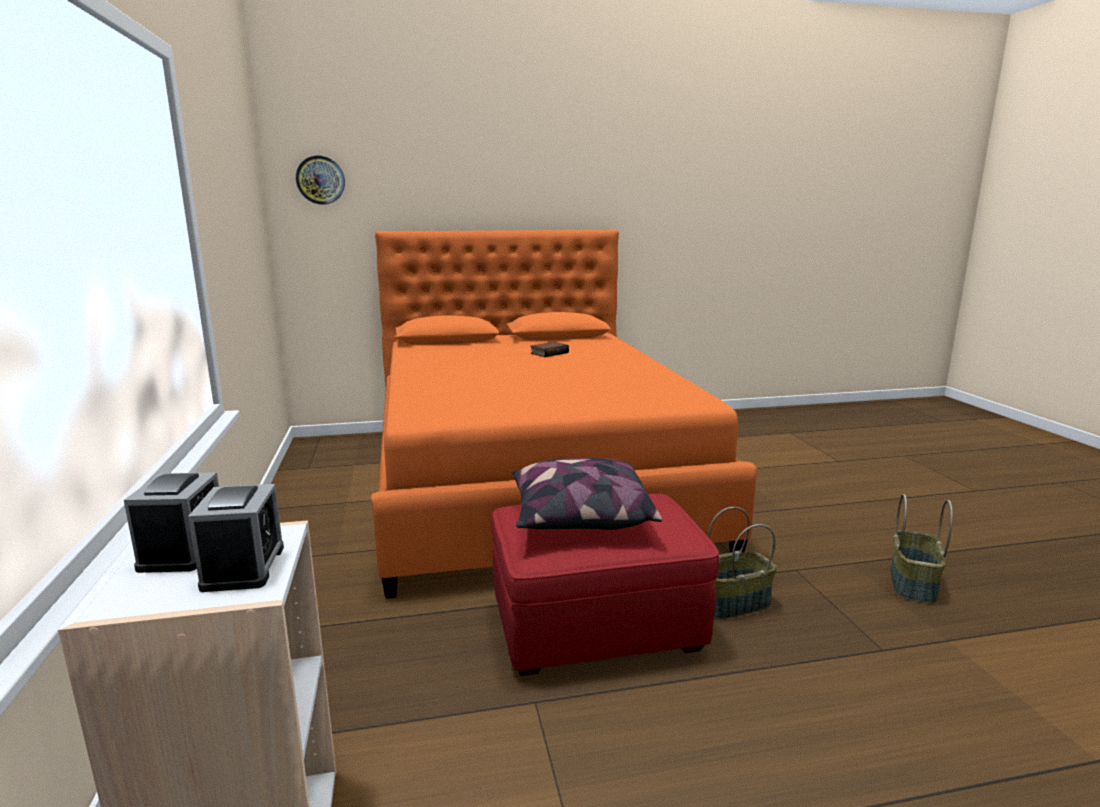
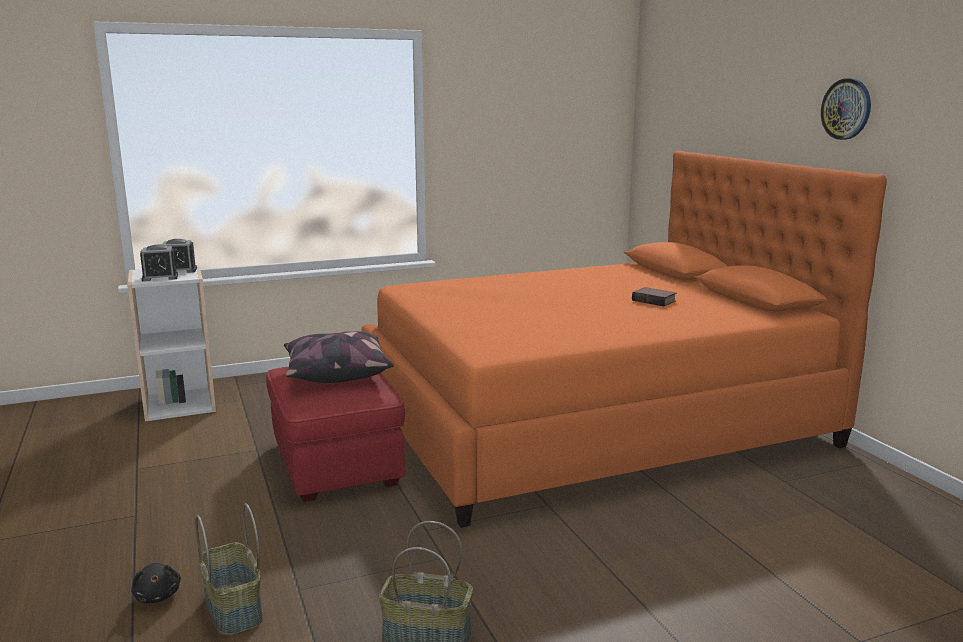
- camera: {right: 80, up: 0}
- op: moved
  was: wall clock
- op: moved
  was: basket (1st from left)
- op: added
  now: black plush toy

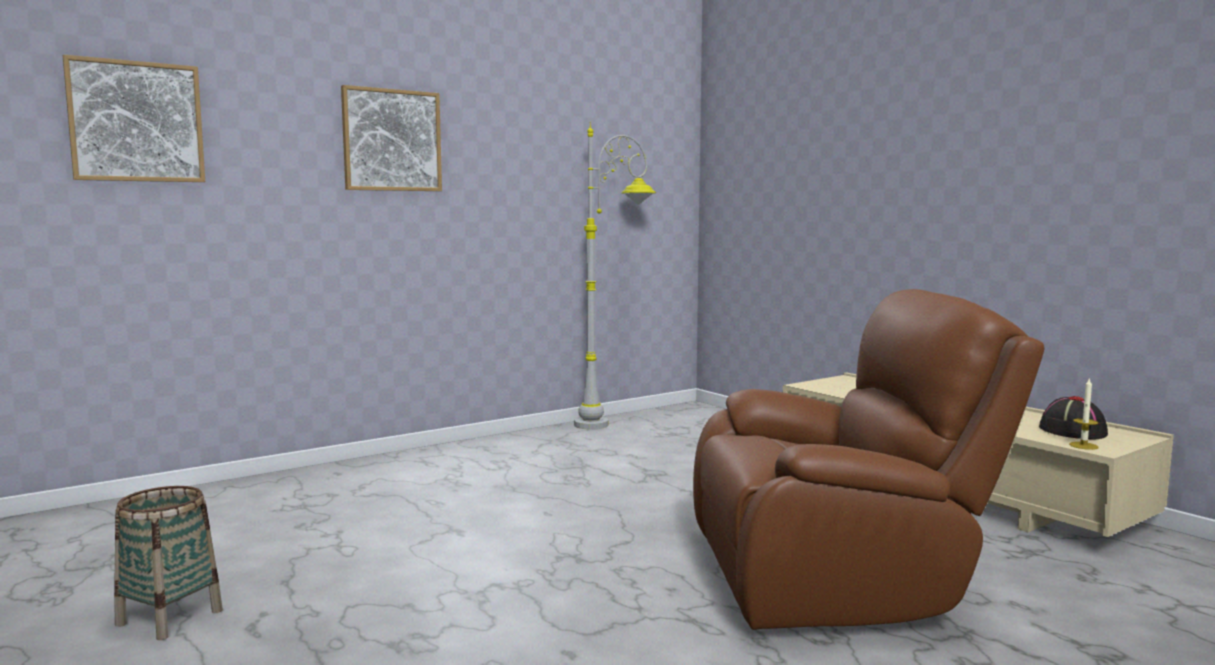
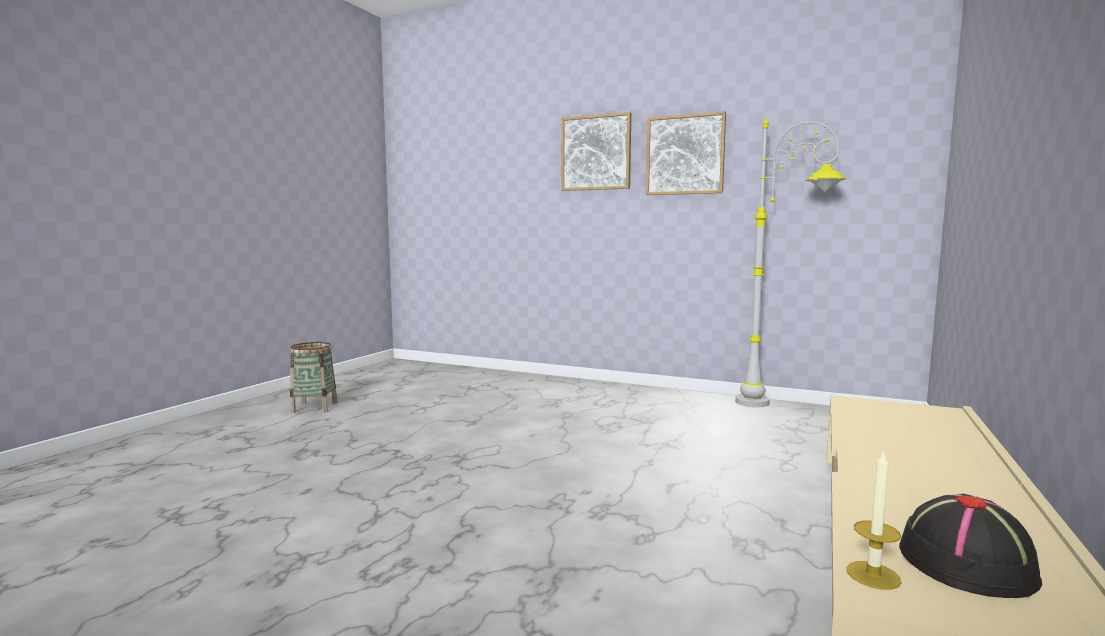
- camera: {right: 60, up: 0}
- op: moved
  was: picture (1st from left in the first image)
  now: picture (2nd from left)
- op: removed
  was: brown armchair

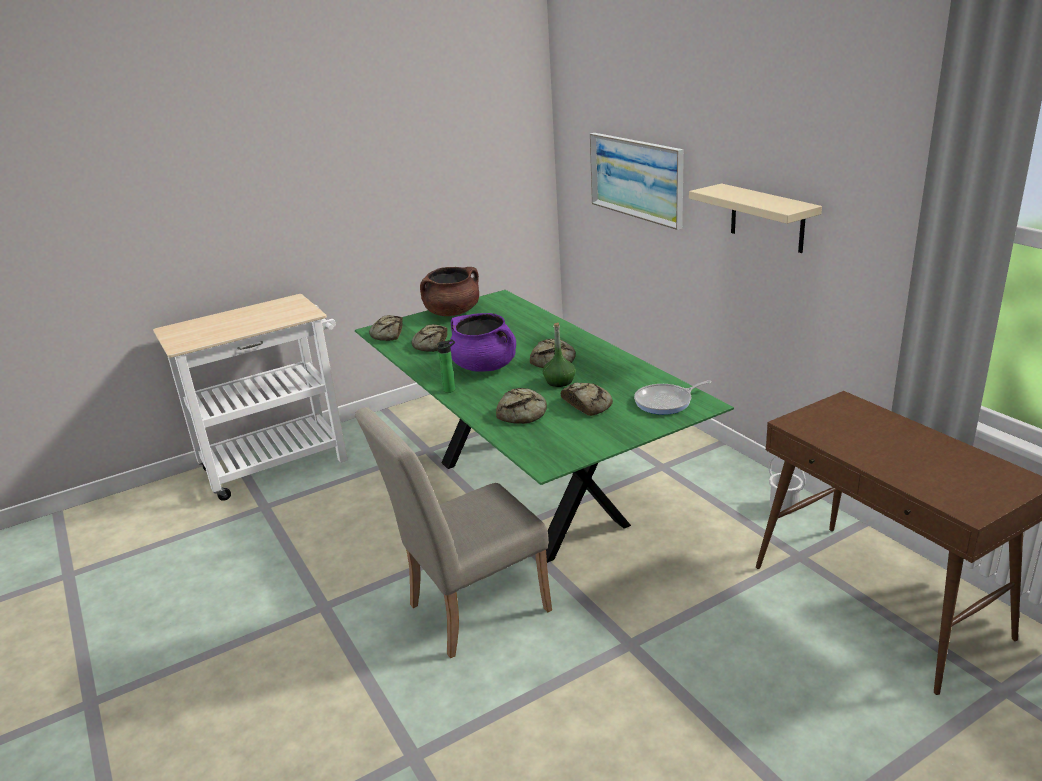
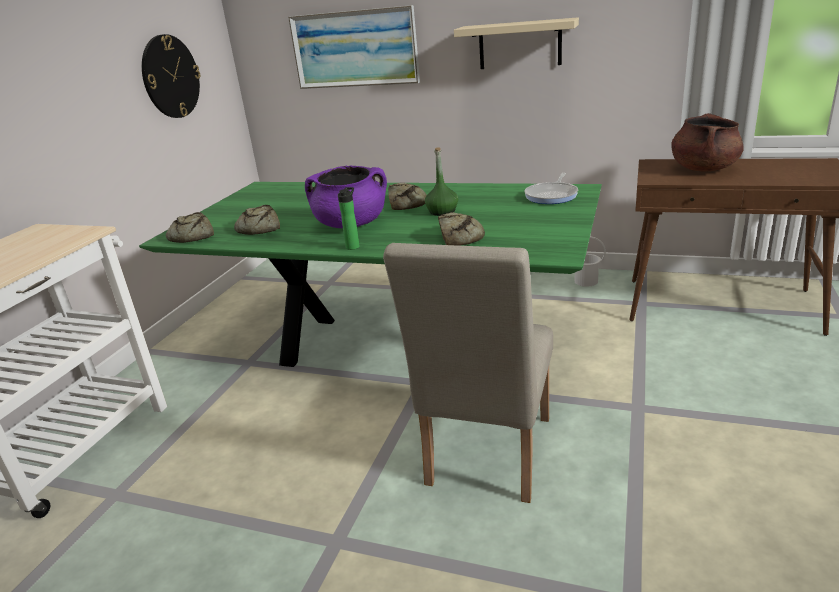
- camera: {right: -40, up: 0}
- op: moved
  was: brown cooking pot
- op: removed
  was: bread (5th from left)
- op: added
  now: wall clock

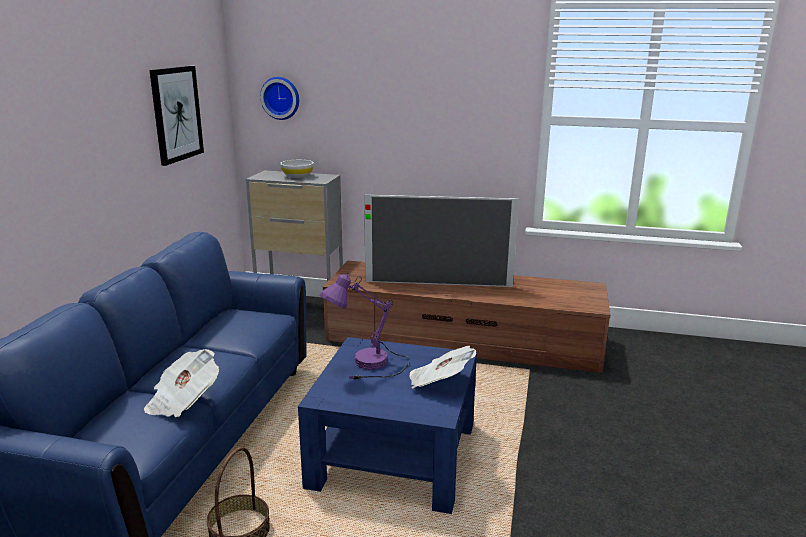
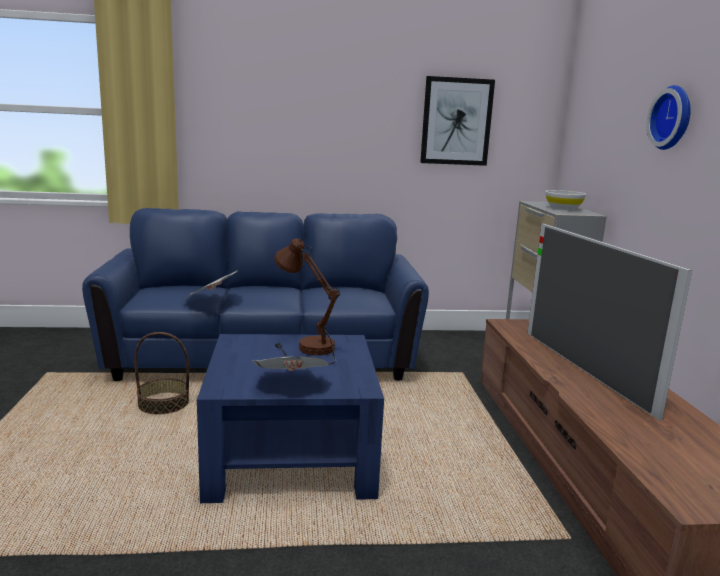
- camera: {right: 70, up: -5}
- op: moved
  was: wall clock
- op: recoloured
  was: purple table lamp
  now: brown table lamp

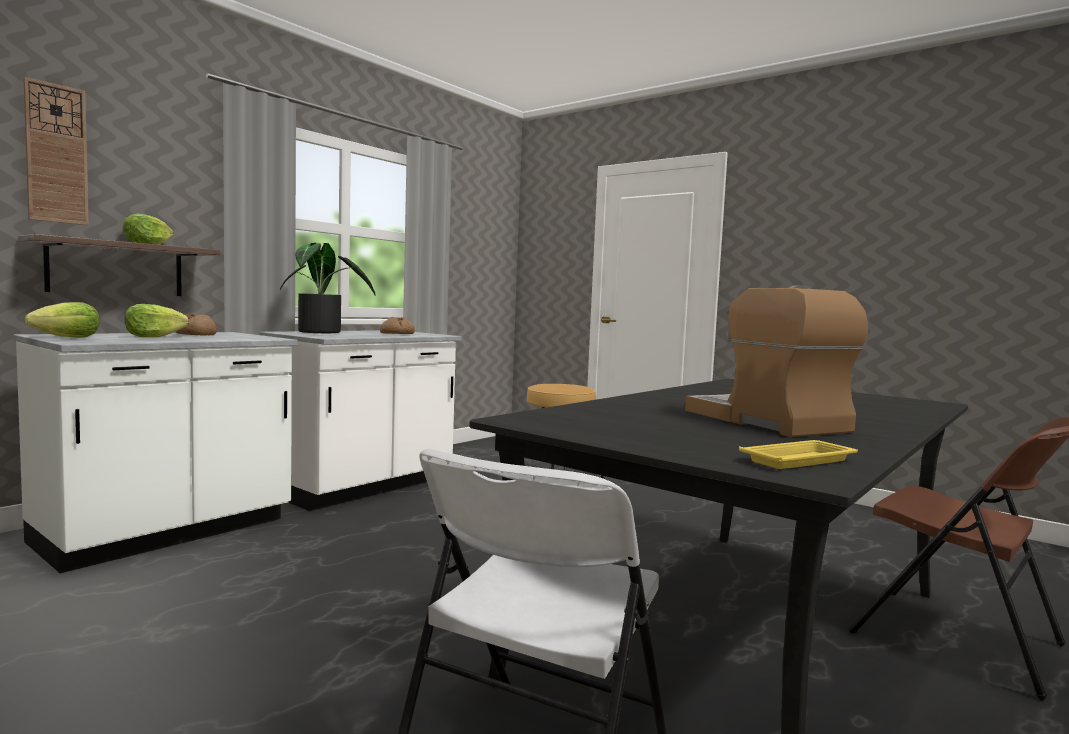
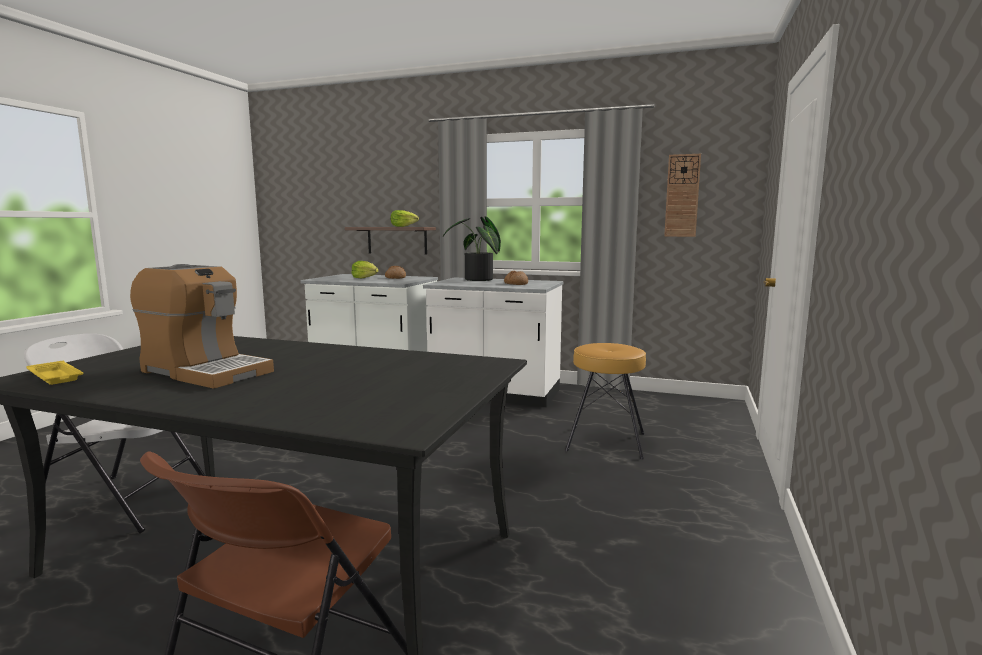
- camera: {right: 70, up: 5}
- op: moved
  was: wall clock
- op: removed
  was: lettuce (1st from left)
- op: turned
  was: coffee machine
  clockwise: 75

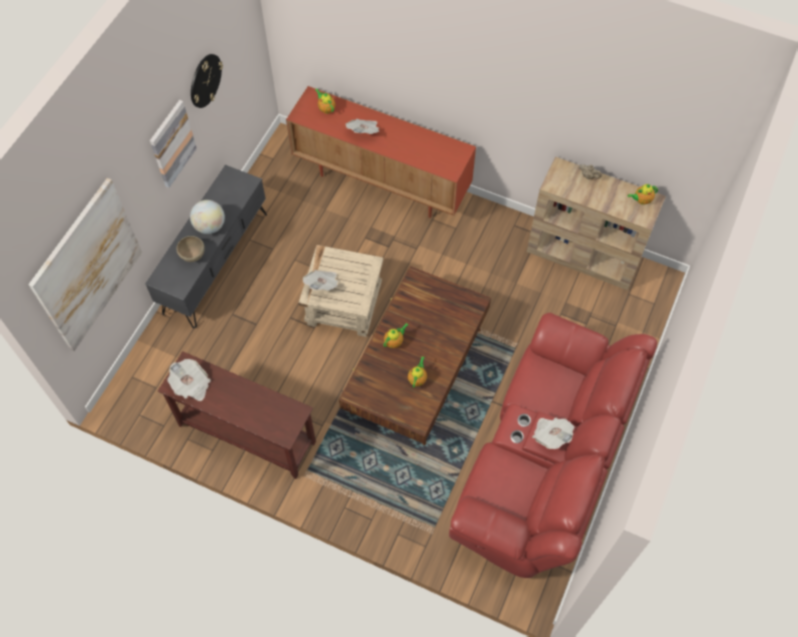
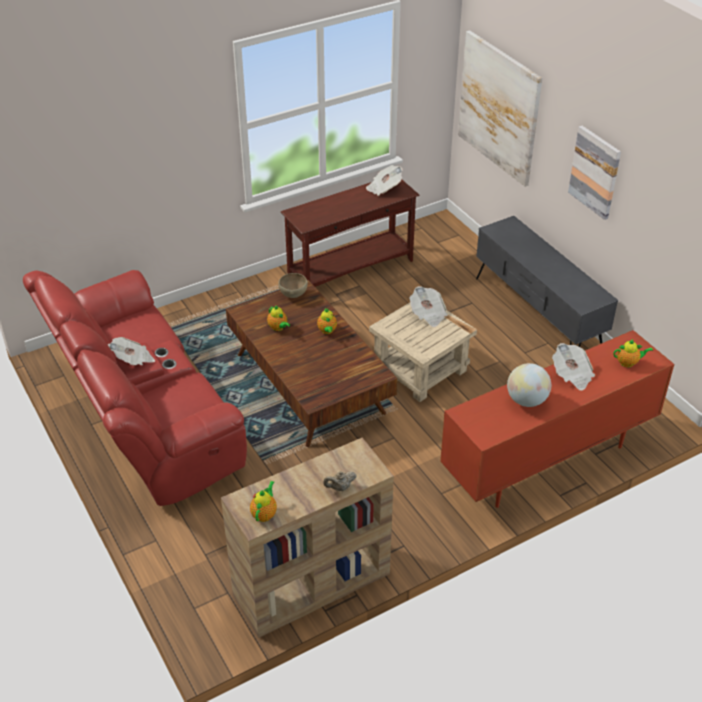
- camera: {right: 125, up: -20}
- op: moved
  was: brown bowl
- op: moved
  was: globe
- op: removed
  was: wall clock

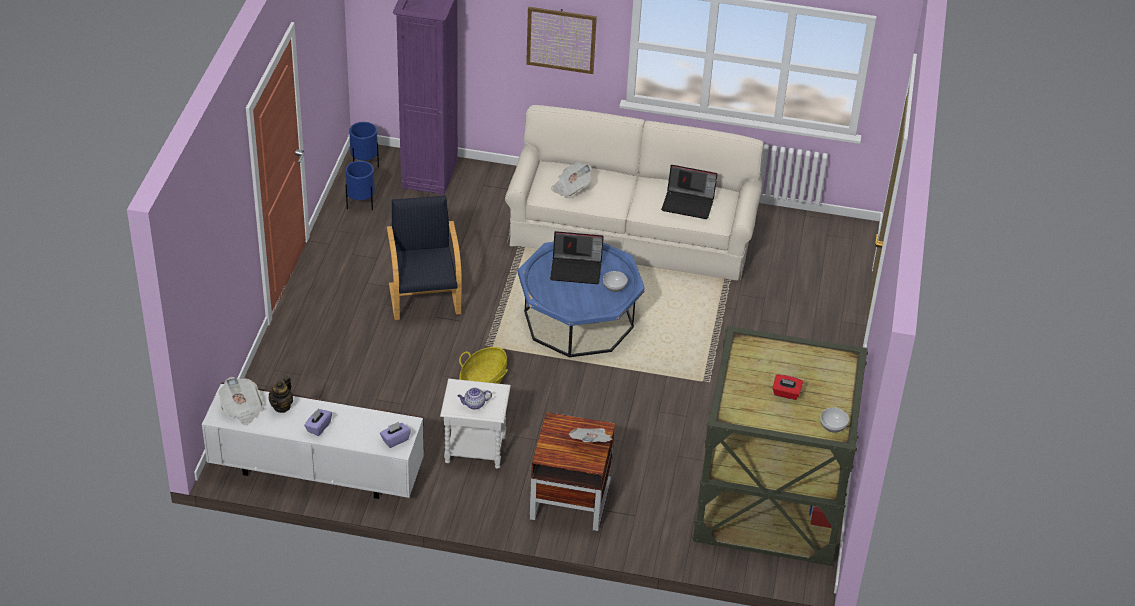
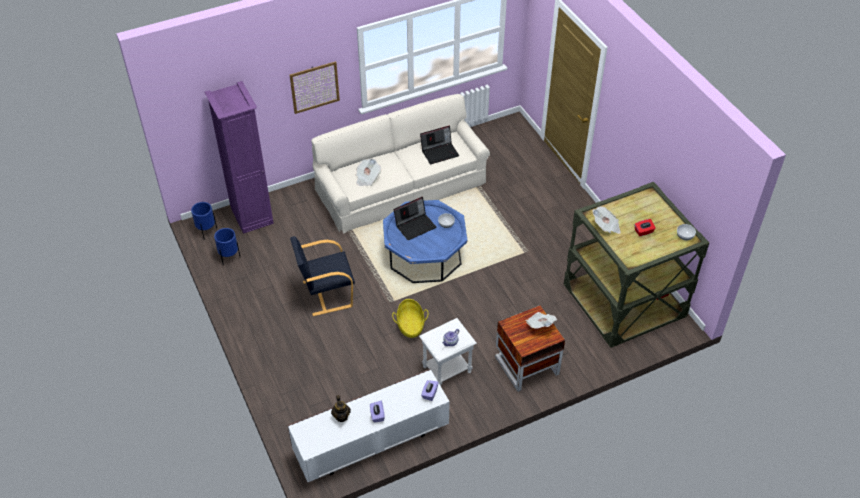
- camera: {right: -35, up: 5}
- op: moved
  was: newspaper (1st from left in the first image)
  now: newspaper (3rd from left)
- op: turned
  was: black armchair
  clockwise: -60

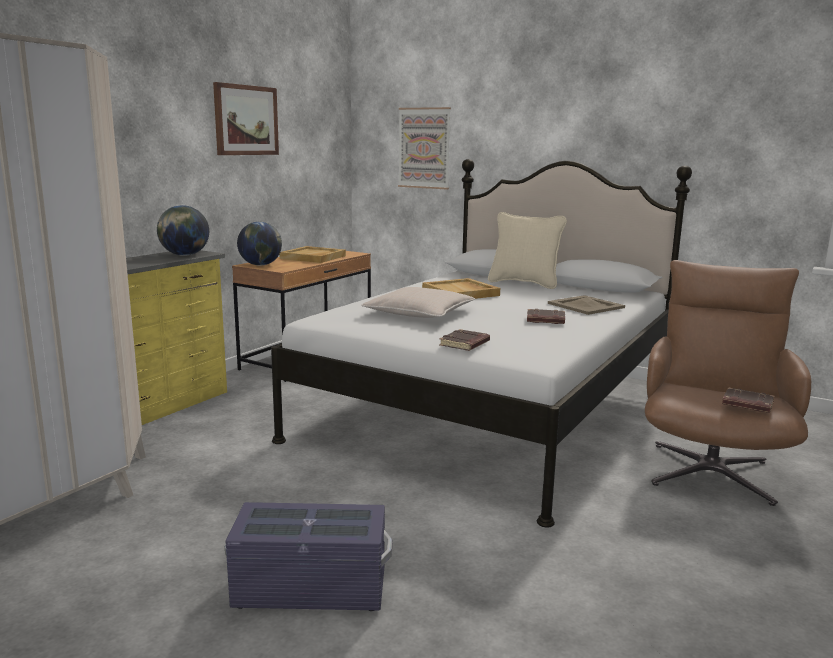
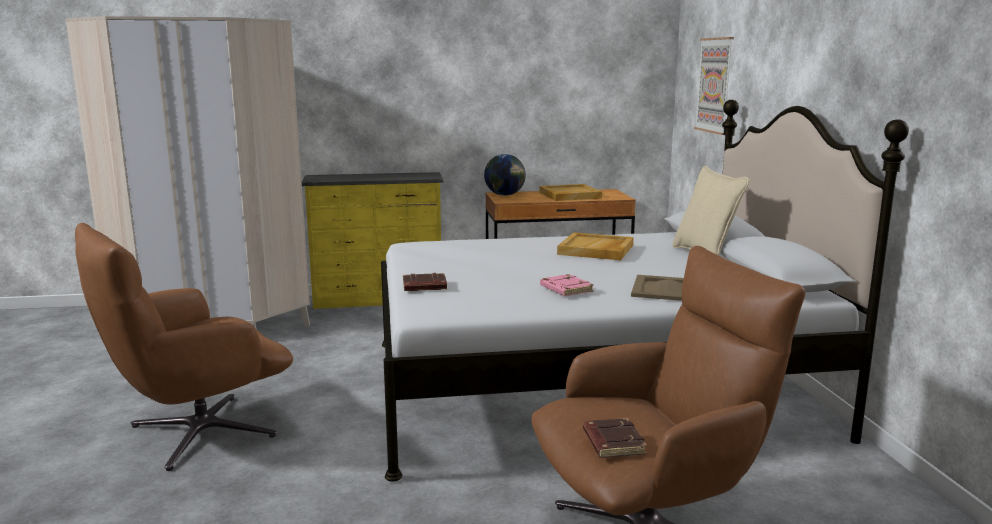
- camera: {right: 50, up: 0}
- op: removed
  was: globe (1st from left)
- op: removed
  was: picture (1st from left)
- op: replaced
  was: purple storage box
  now: brown armchair (1st from left)
- op: removed
  was: beige pillow (1st from left)
- op: recoloured
  was: brown book (2nd from left)
  now: pink book

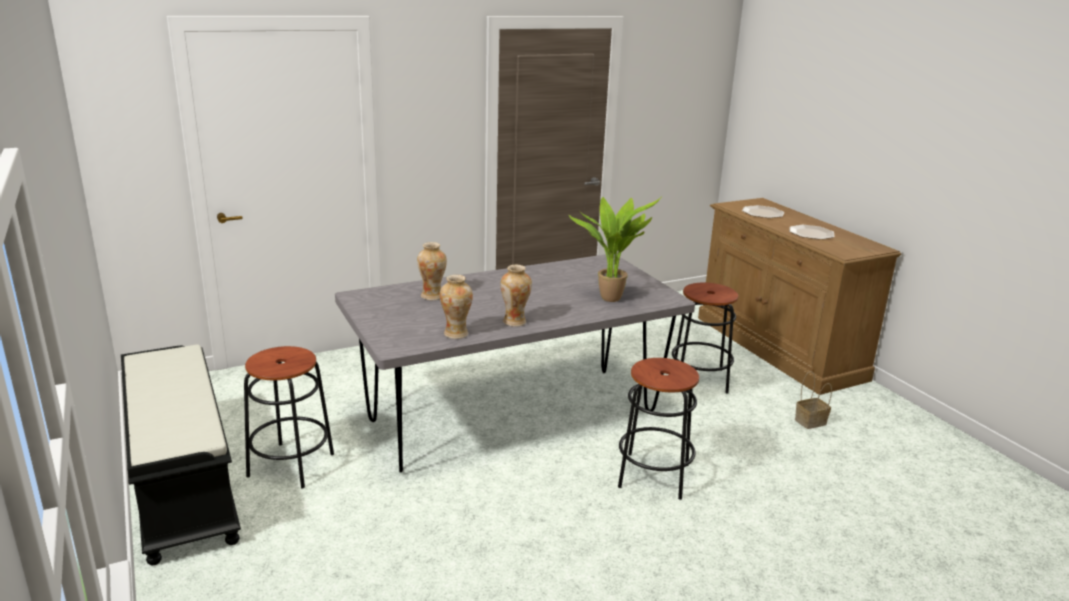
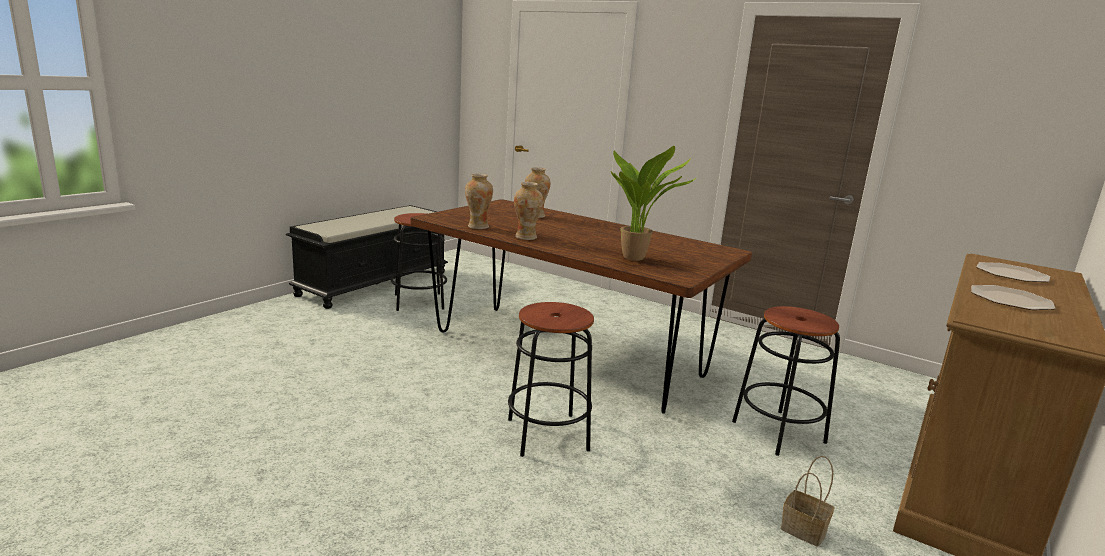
- camera: {right: 60, up: -5}
- op: recoloured
  was: grey dining table
  now: brown dining table

